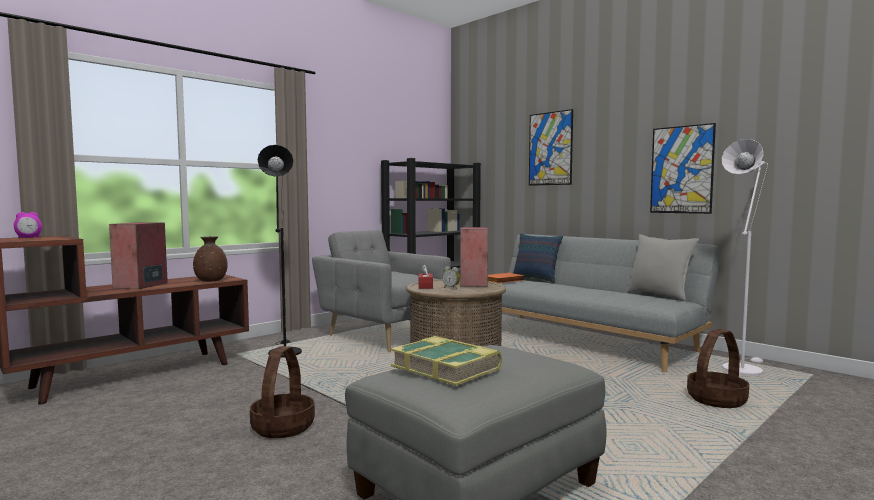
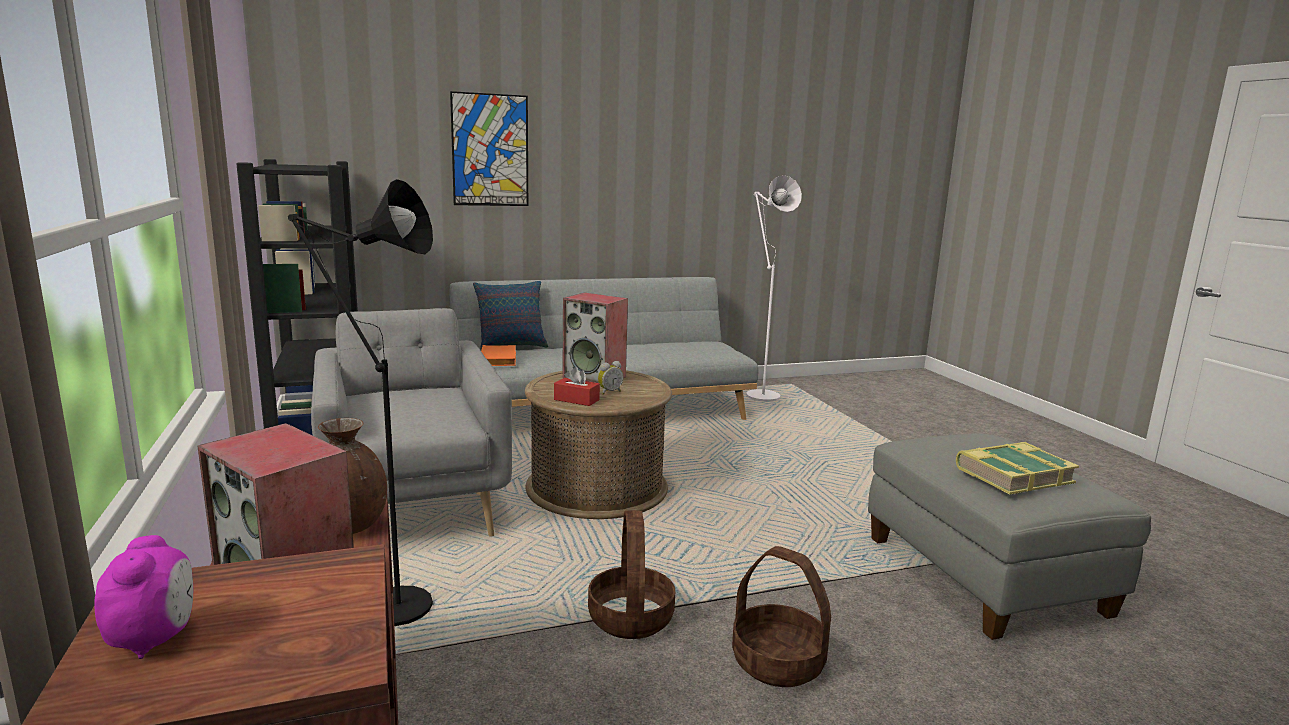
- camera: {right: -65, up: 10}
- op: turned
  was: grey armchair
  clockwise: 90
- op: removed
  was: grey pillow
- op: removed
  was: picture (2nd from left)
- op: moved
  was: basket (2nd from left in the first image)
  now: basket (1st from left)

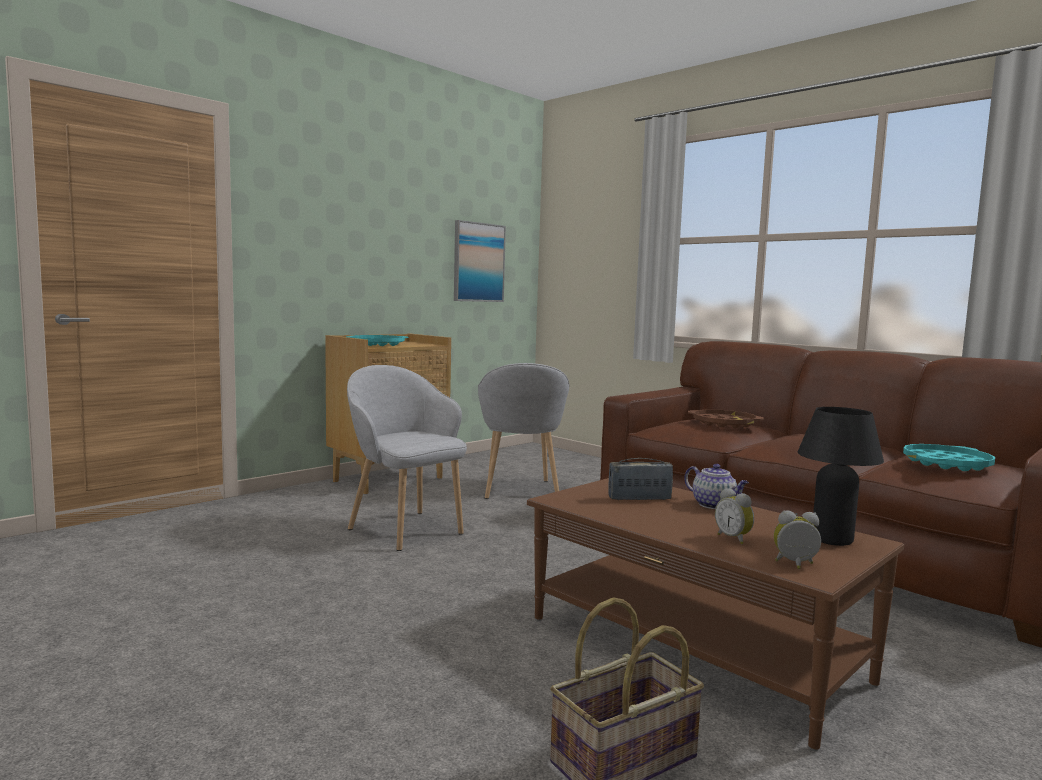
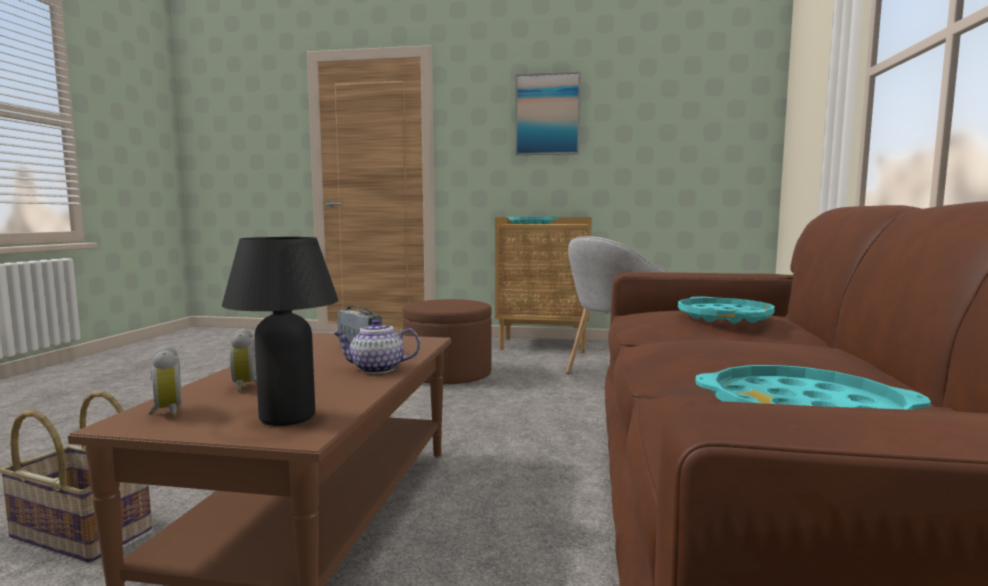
- camera: {right: 55, up: 0}
- op: replaced
  was: grey armchair (1st from left)
  now: brown ottoman
- op: moved
  was: picture
- op: turned
  was: teapot
  clockwise: 75
- op: recoloured
  was: brown tray
  now: turquoise tray (2nd from left)
- op: turned
  was: alarm clock (1st from left in the first image)
  clockwise: -45

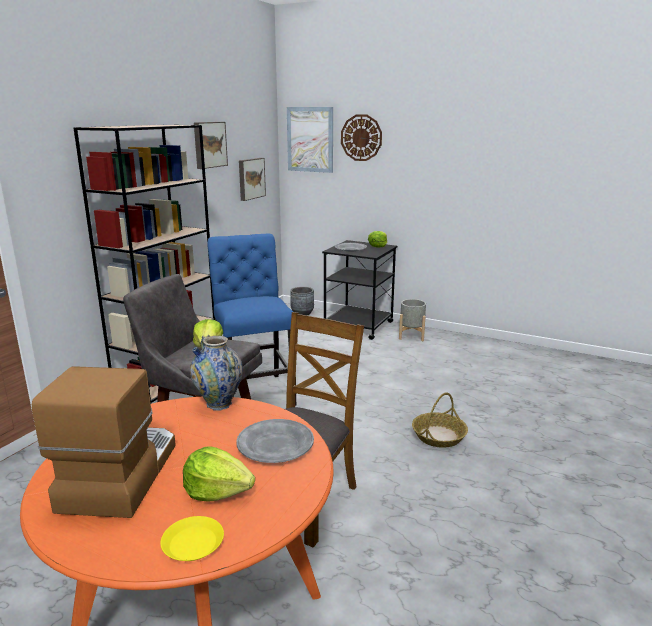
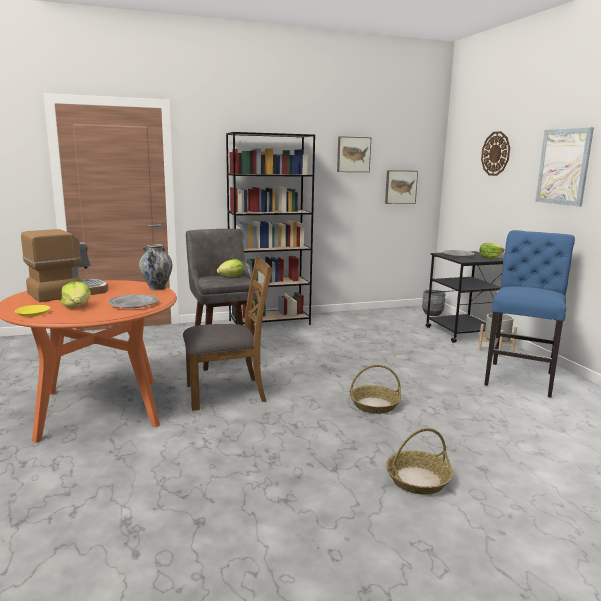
- camera: {right: 45, up: -5}
- op: moved
  was: blue stool
- op: moved
  was: picture (3rd from left)
- op: added
  now: basket (2nd from left)

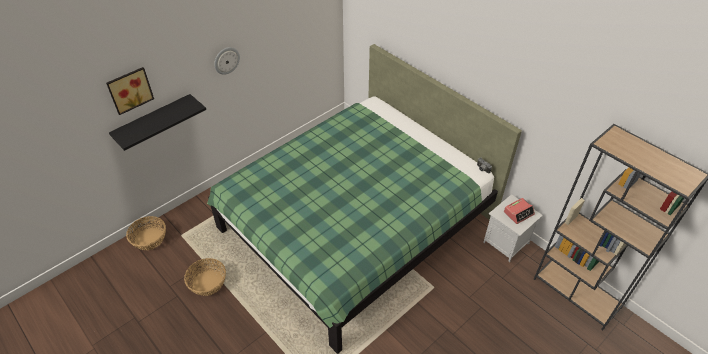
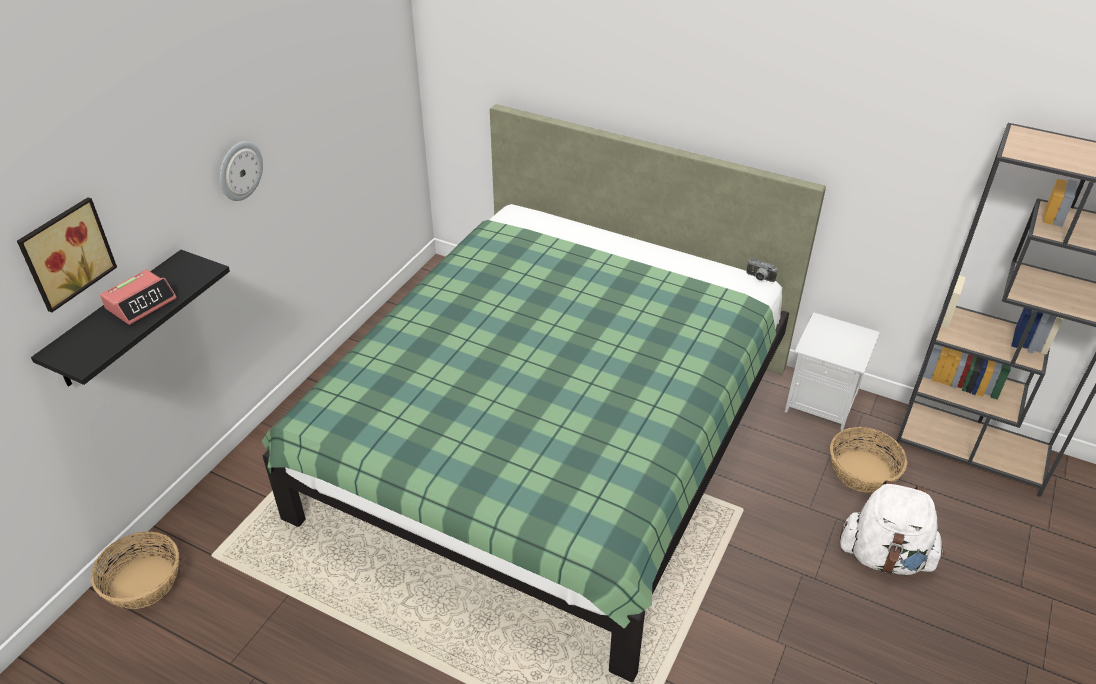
- camera: {right: -20, up: -5}
- op: moved
  was: basket (2nd from left)
- op: moved
  was: alarm clock
- op: added
  now: white backpack

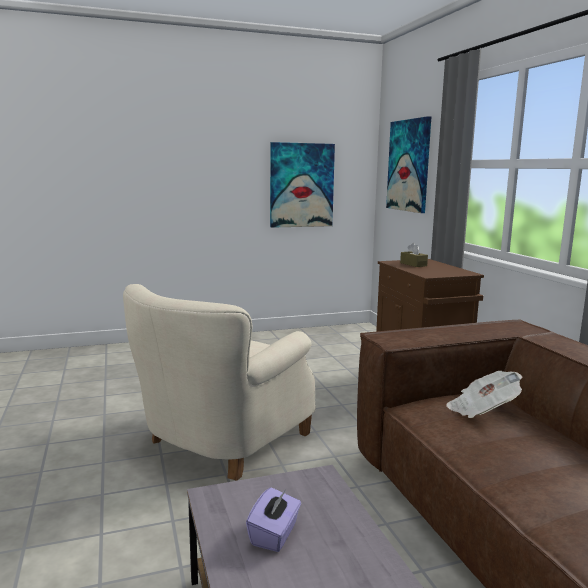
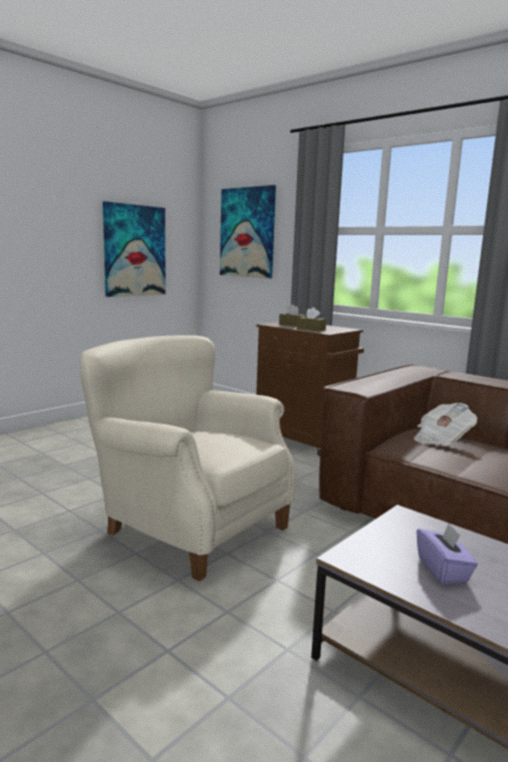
- camera: {right: -30, up: 0}
- op: turned
  was: beige armchair
  clockwise: 120
- op: added
  now: brown tissue box (2nd from left)

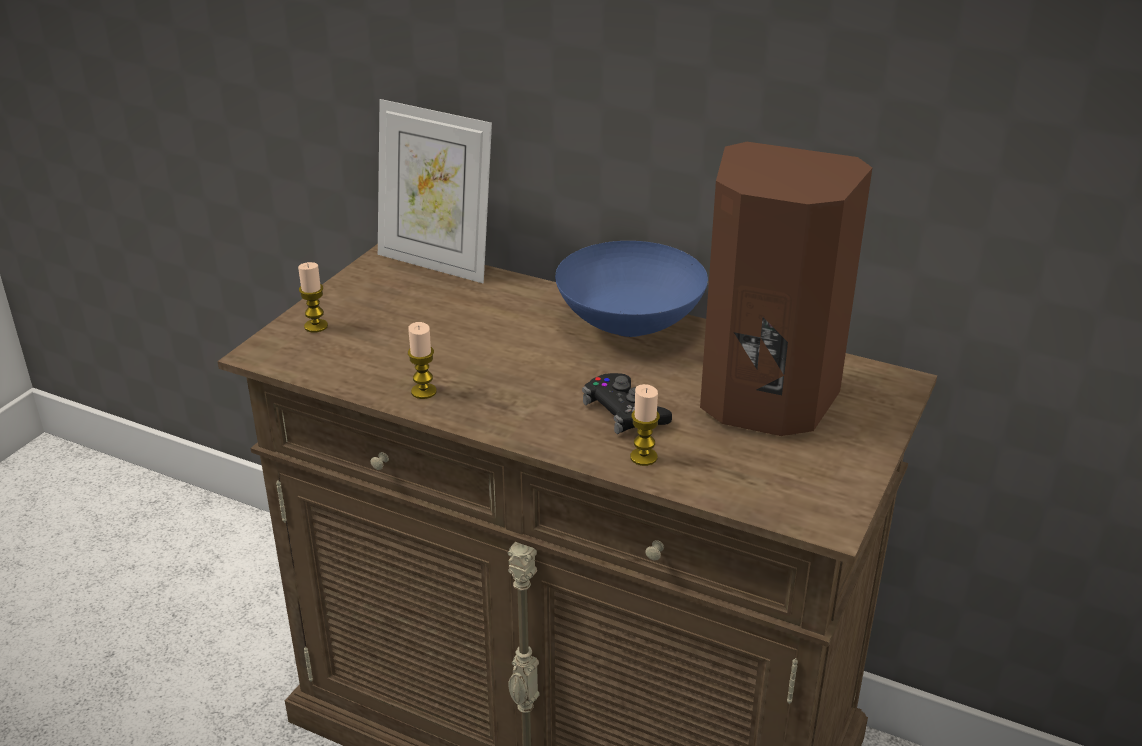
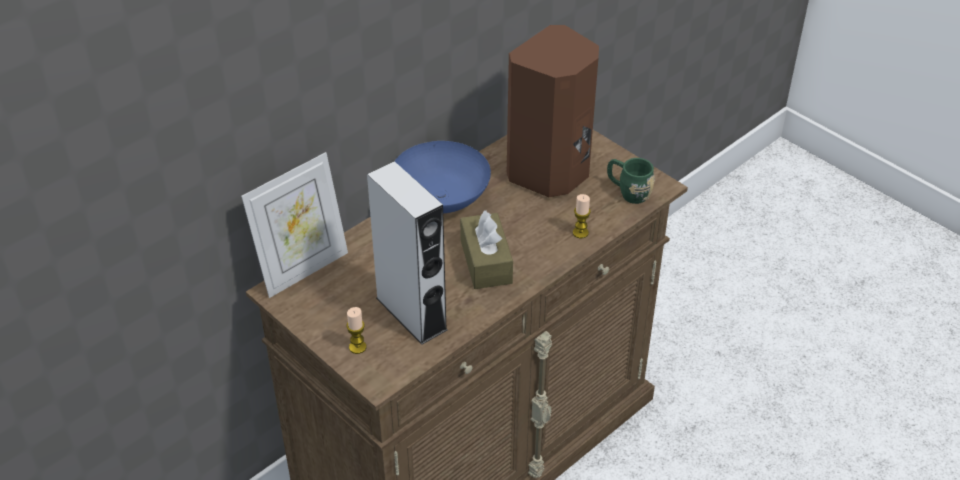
- camera: {right: -70, up: 10}
- op: removed
  was: candle (2nd from left)
- op: removed
  was: black game controller
- op: added
  now: grey speaker
- op: added
  now: brown tissue box
- op: added
  now: green mug

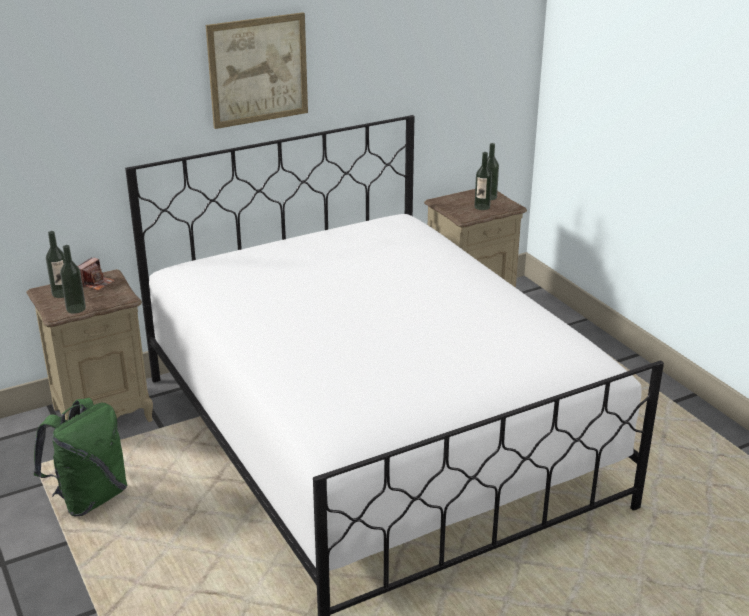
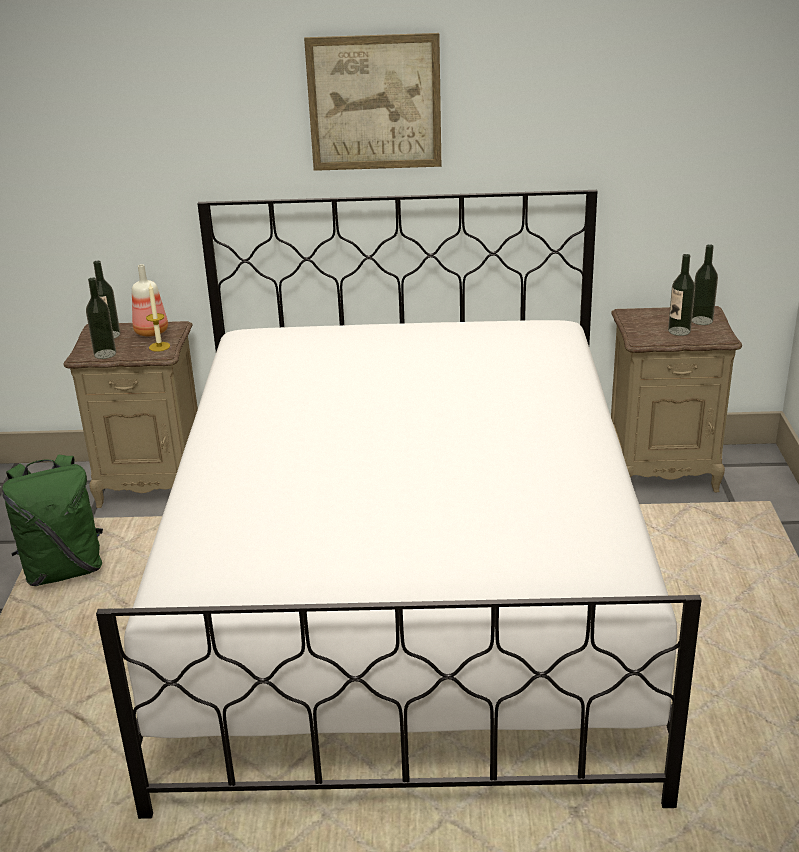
- camera: {right: 30, up: 0}
- op: replaced
  was: photo camera
  now: bottle (3rd from left)
- op: added
  now: candle

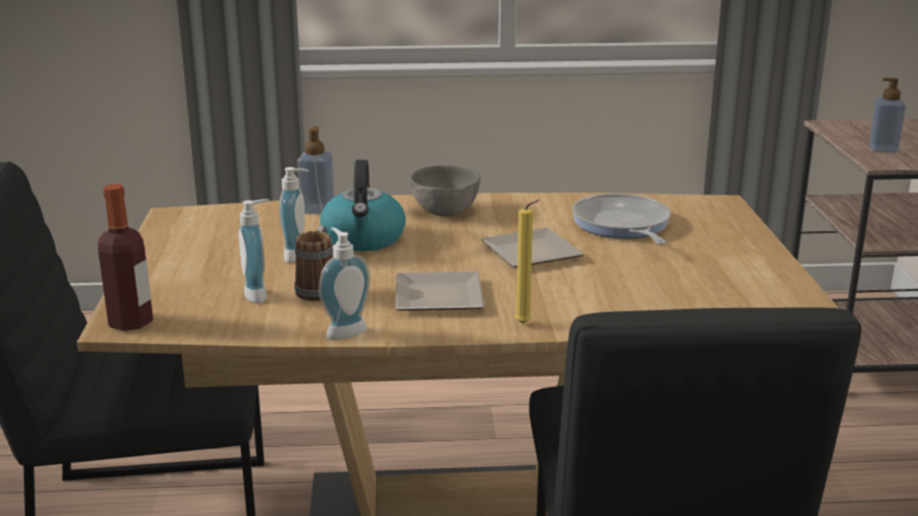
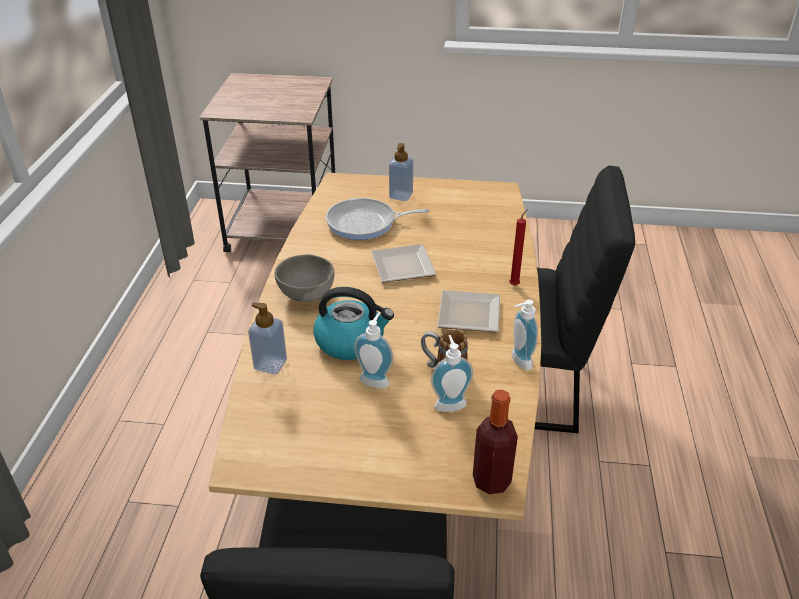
- camera: {right: -80, up: 15}
- op: recoloured
  was: yellow candle
  now: red candle
- op: moved
  was: soap dispenser (5th from left in the first image)
  now: soap dispenser (3rd from left)

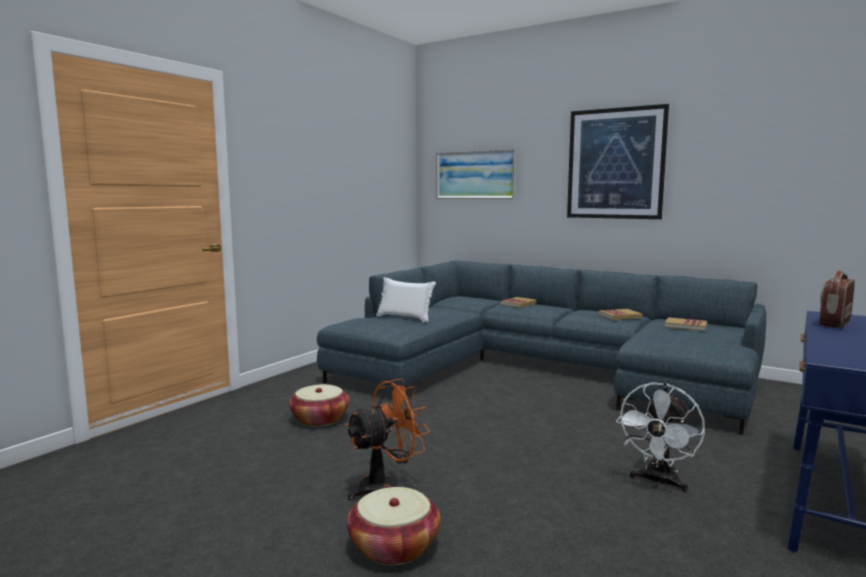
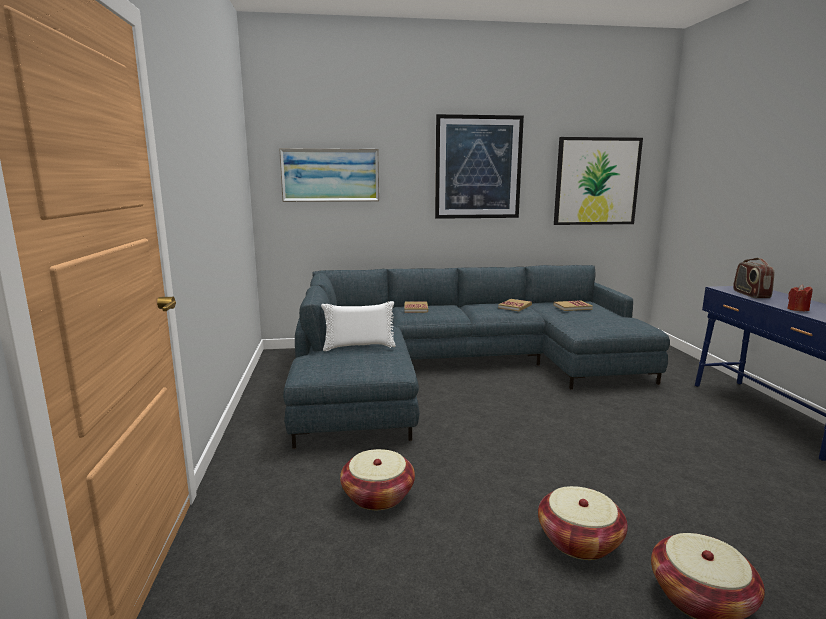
- camera: {right: -40, up: 5}
- op: replaced
  was: orange fan
  now: basket (2nd from left)
- op: removed
  was: white fan
- op: added
  now: picture (3rd from left)
- op: added
  now: red candle

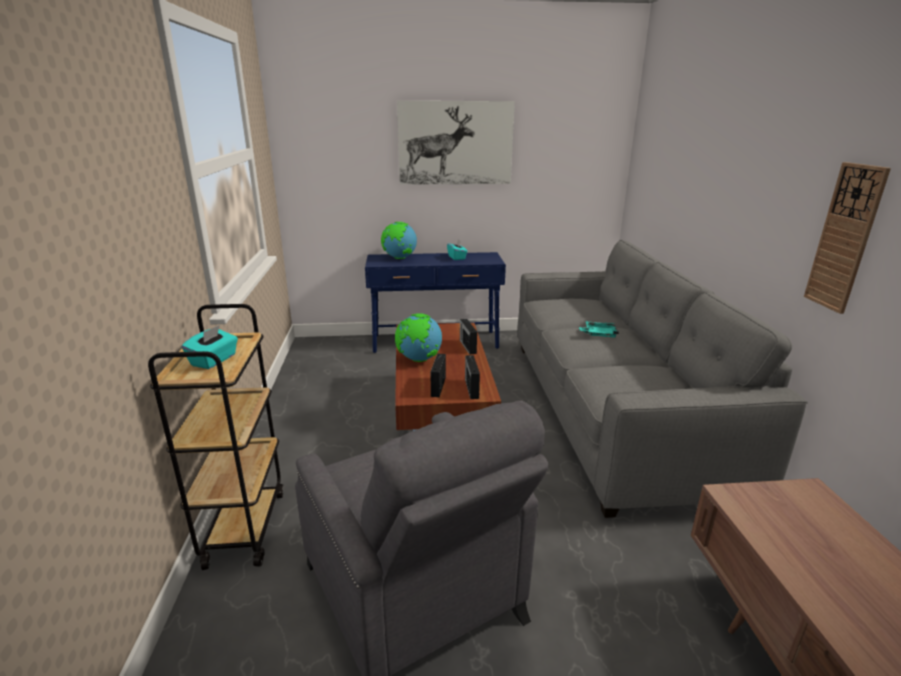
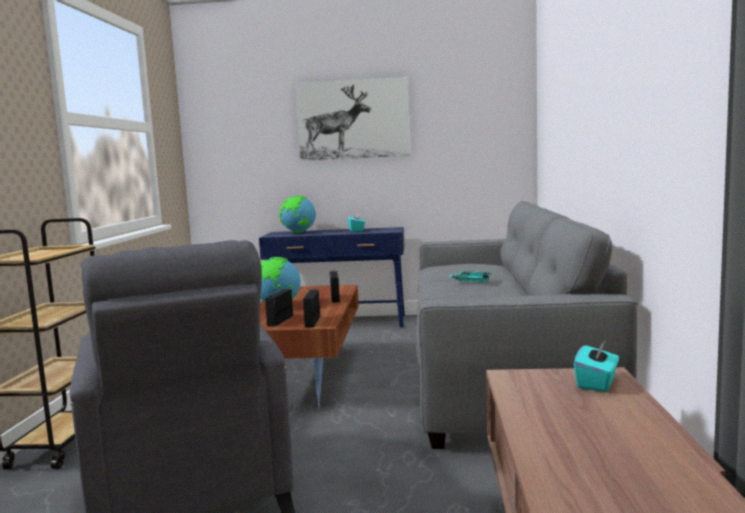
- camera: {right: 10, up: -15}
- op: moved
  was: turquoise tissue box (1st from left in the first image)
  now: turquoise tissue box (2nd from left)
- op: removed
  was: wall clock

